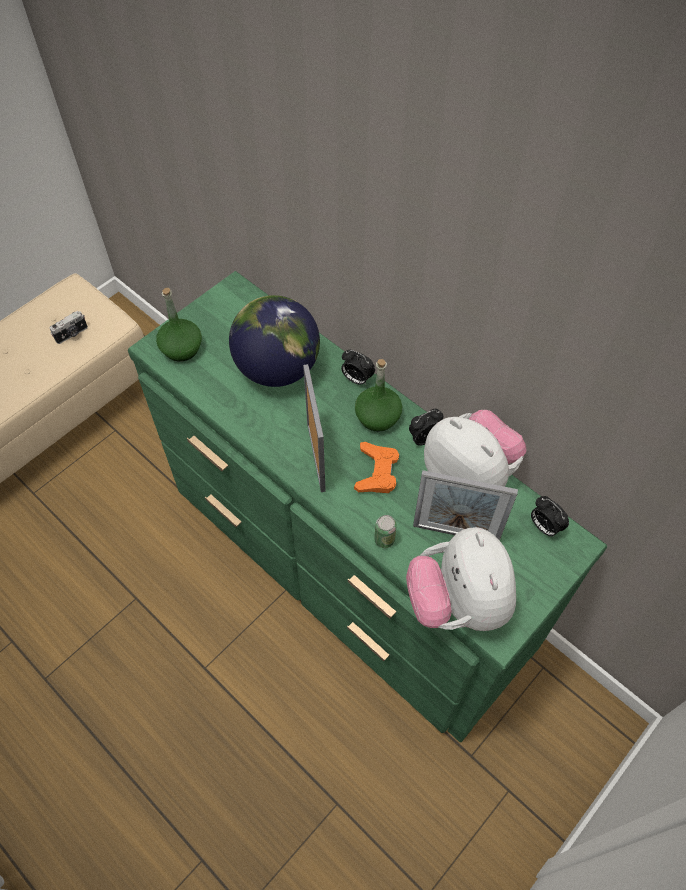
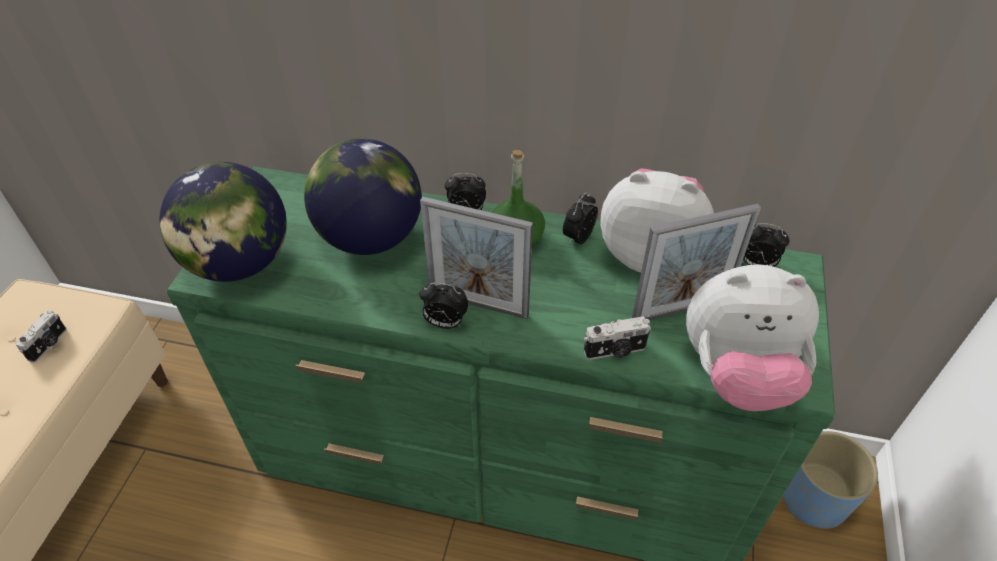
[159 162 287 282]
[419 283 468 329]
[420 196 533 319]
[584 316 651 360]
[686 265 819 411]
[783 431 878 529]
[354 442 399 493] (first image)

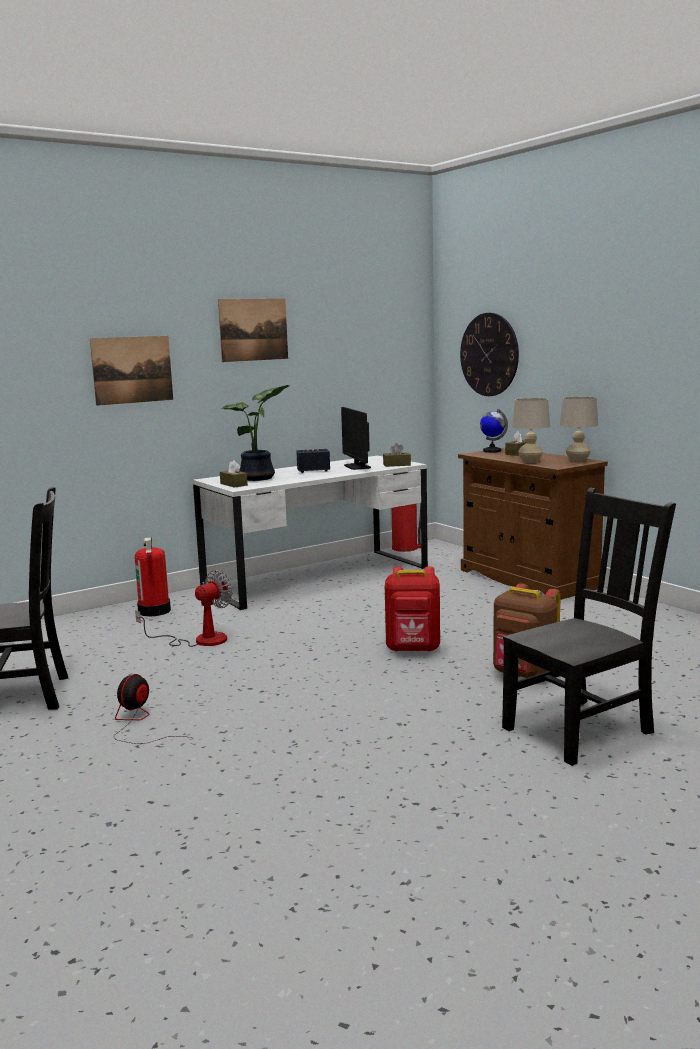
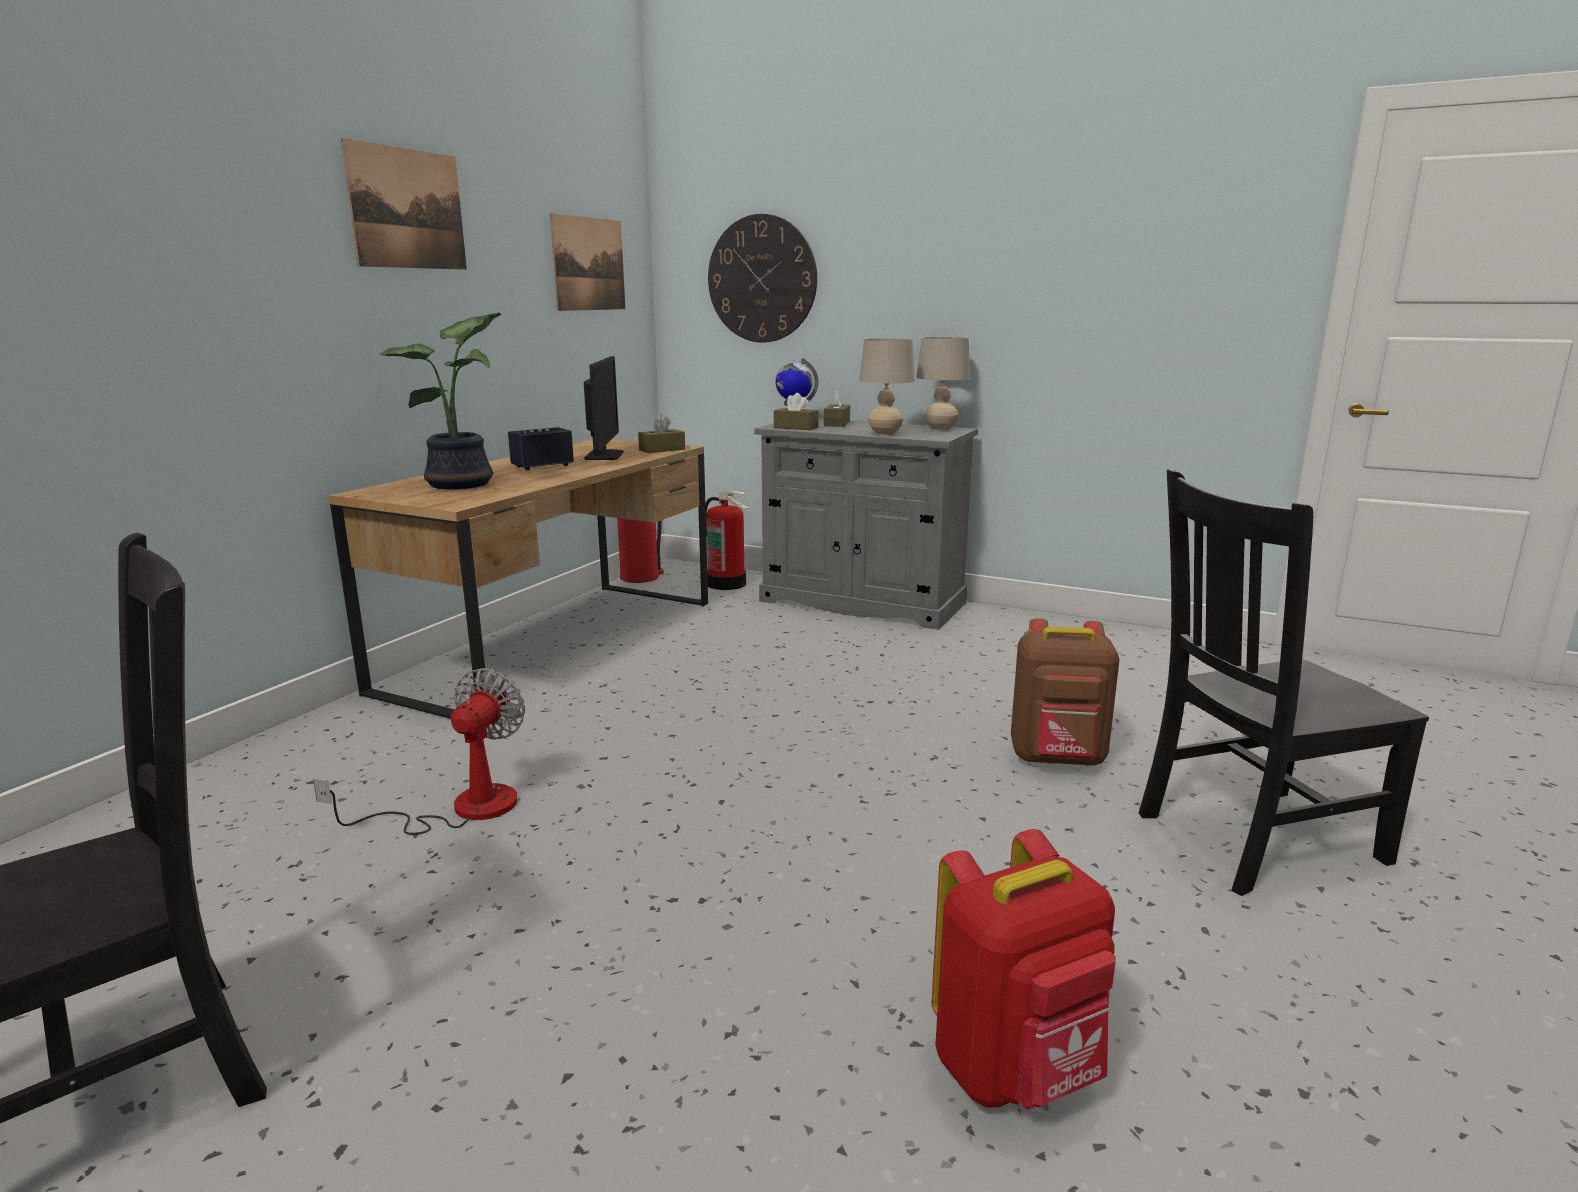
[328 439 708 719]
[550 213 625 311]
[584 356 624 460]
[705 491 749 590]
[754 419 978 630]
[774 393 819 430]
[931 829 1116 1109]
[1139 469 1429 896]
[114 674 191 744] (first image)

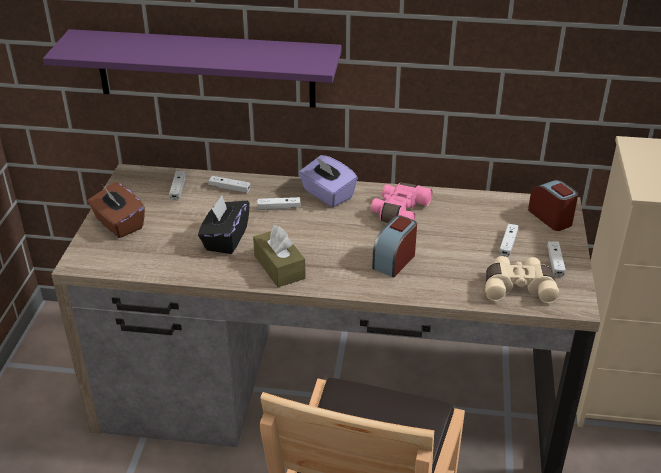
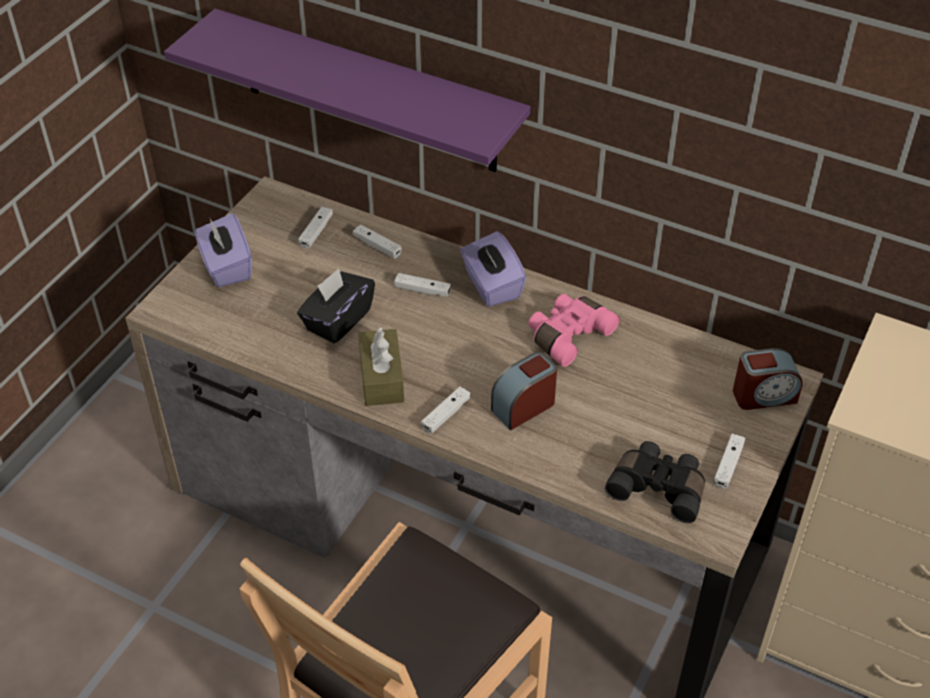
[195 213 252 287]
[421 386 471 434]
[605 441 705 523]
[733 348 803 410]

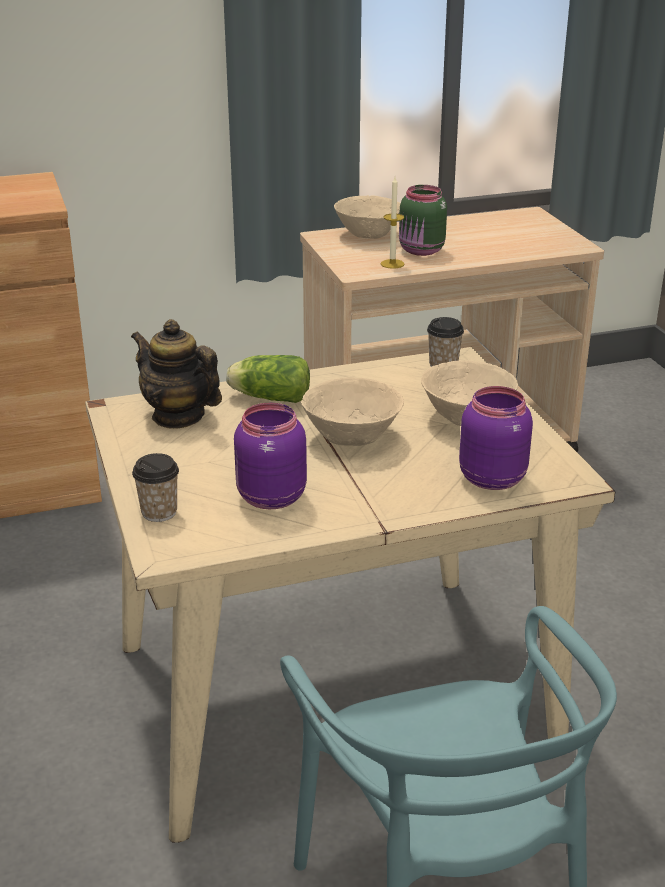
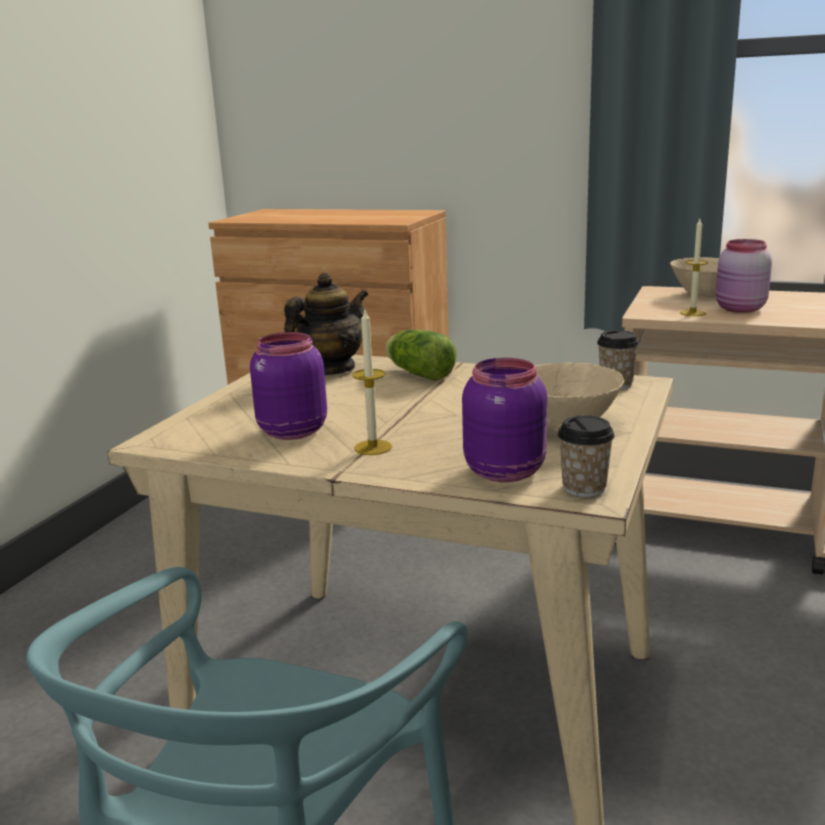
[284 272 369 375]
[352 310 392 455]
[558 415 615 497]
[716 239 772 313]
[301 377 404 446] (first image)

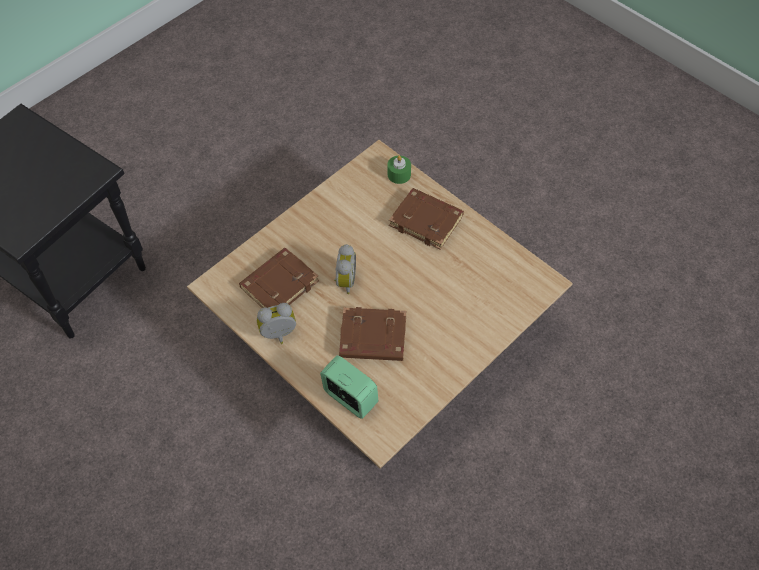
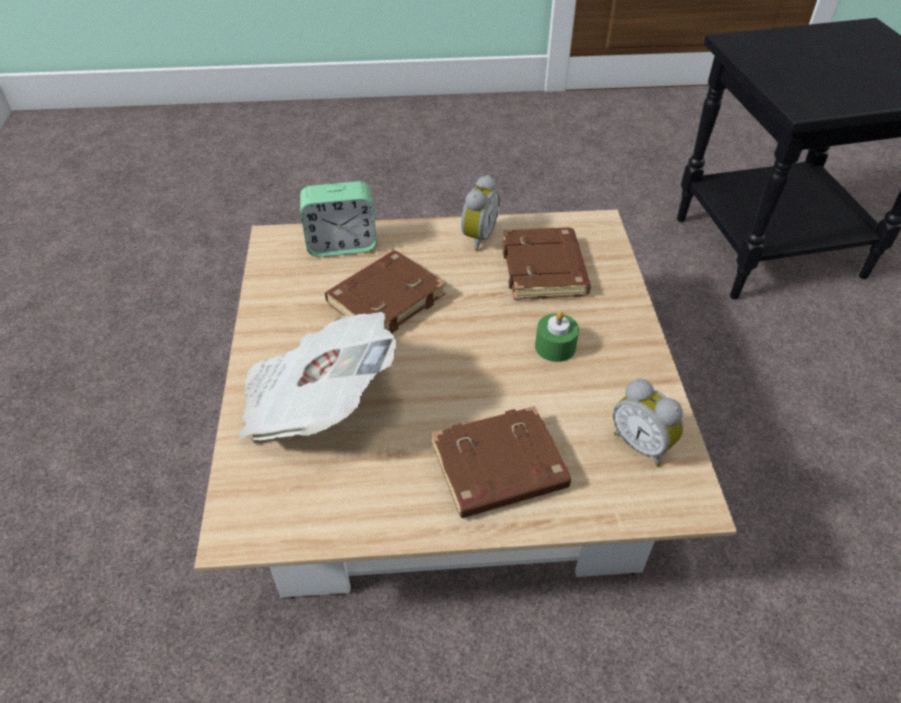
[239 312 396 440]
[535 311 579 362]
[613 379 683 466]

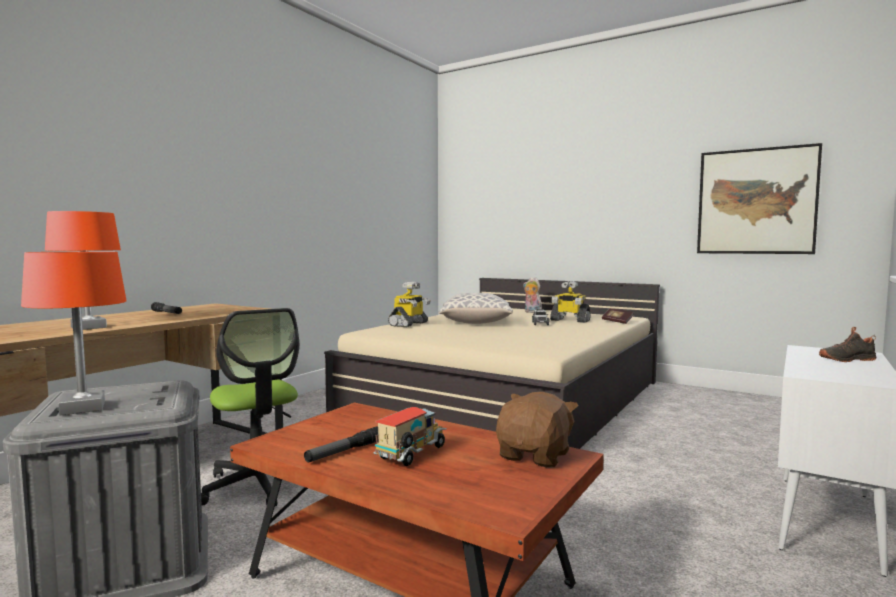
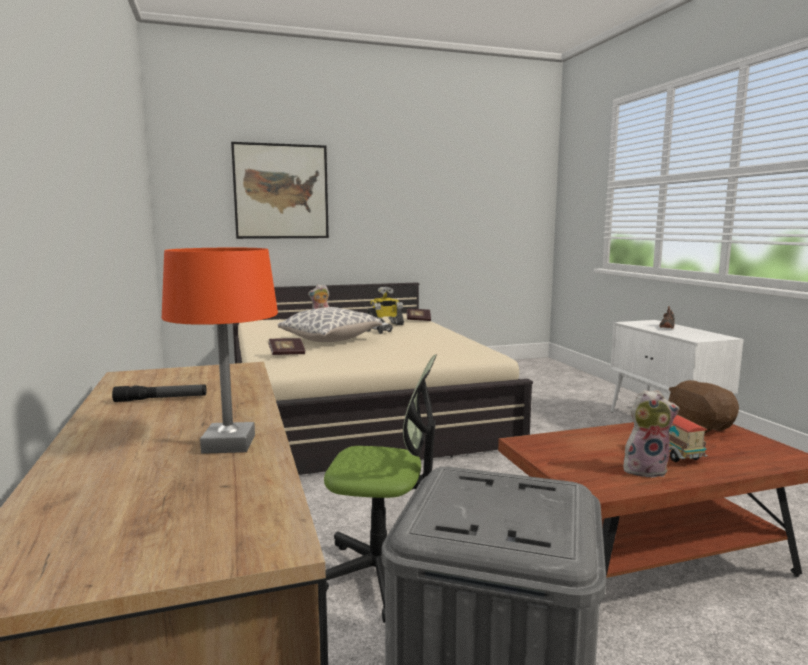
[231 142 329 239]
[268 338 305 355]
[623 389 680 478]
[21 252 127 416] (first image)

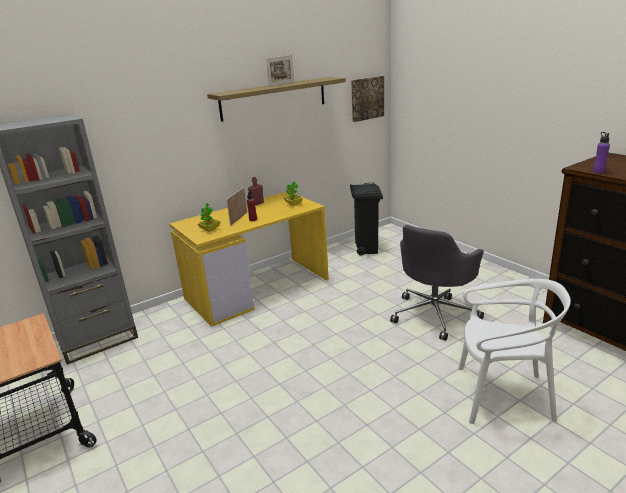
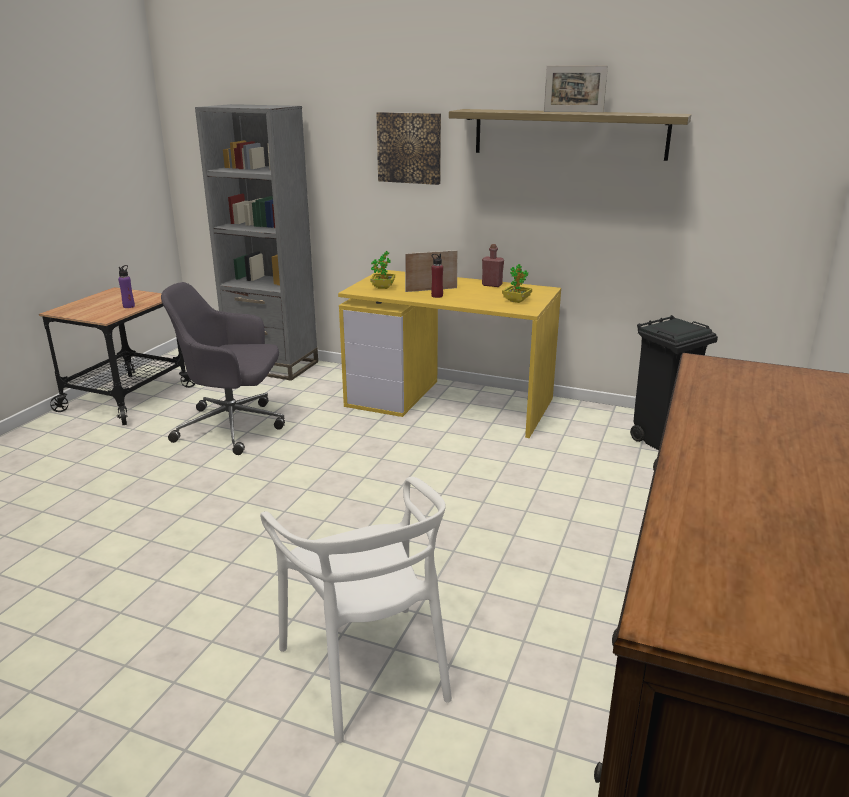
[118 265 135 308]
[161 282 285 455]
[376 112 441 185]

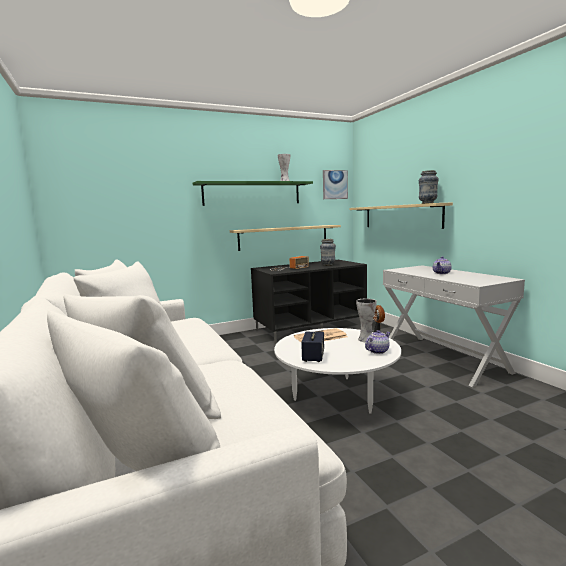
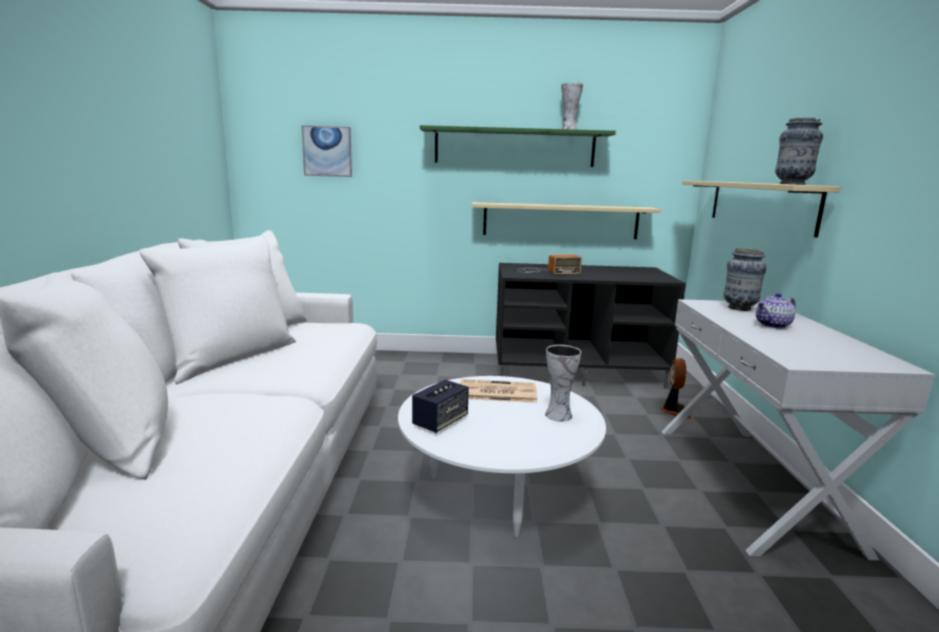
[302 126 352 177]
[723 248 767 311]
[365 330 390 354] (first image)

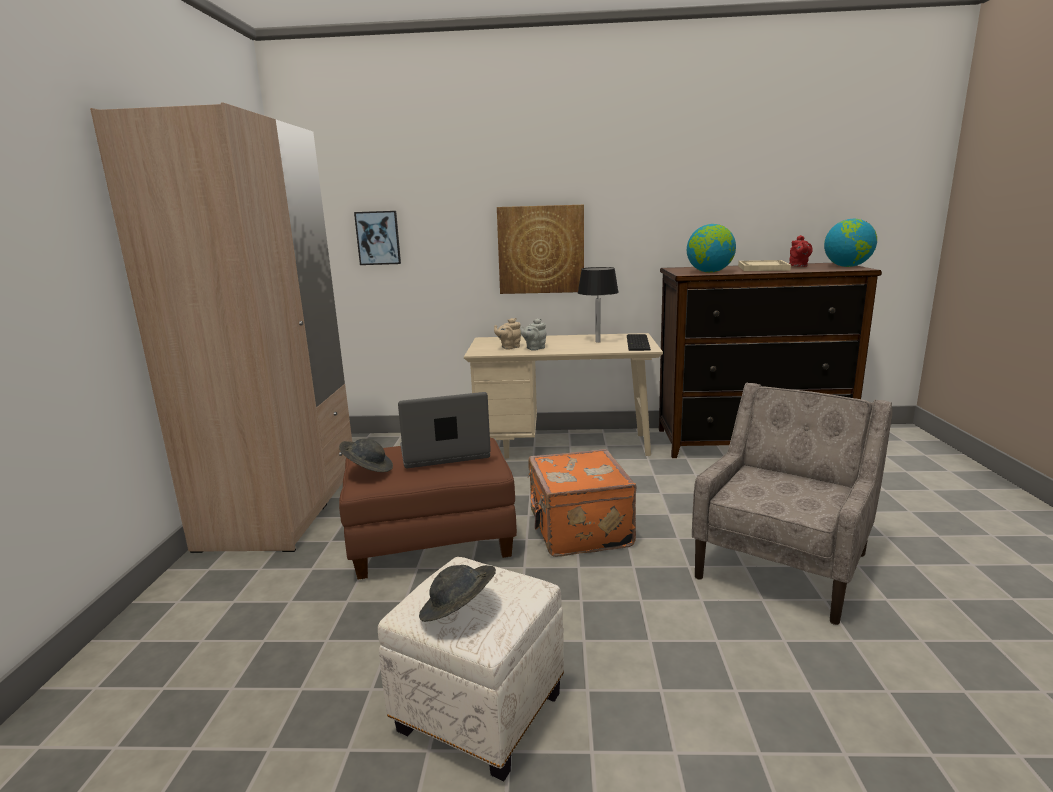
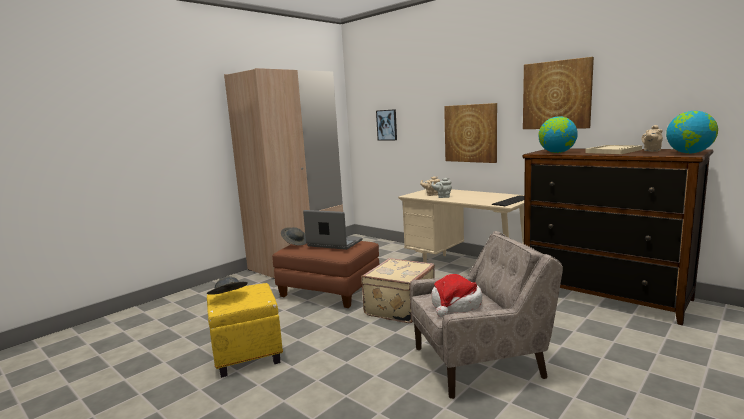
[207 283 283 378]
[361 258 435 323]
[431 274 482 318]
[523 57 594 129]
[641 125 663 152]
[578 267 619 343] (first image)

